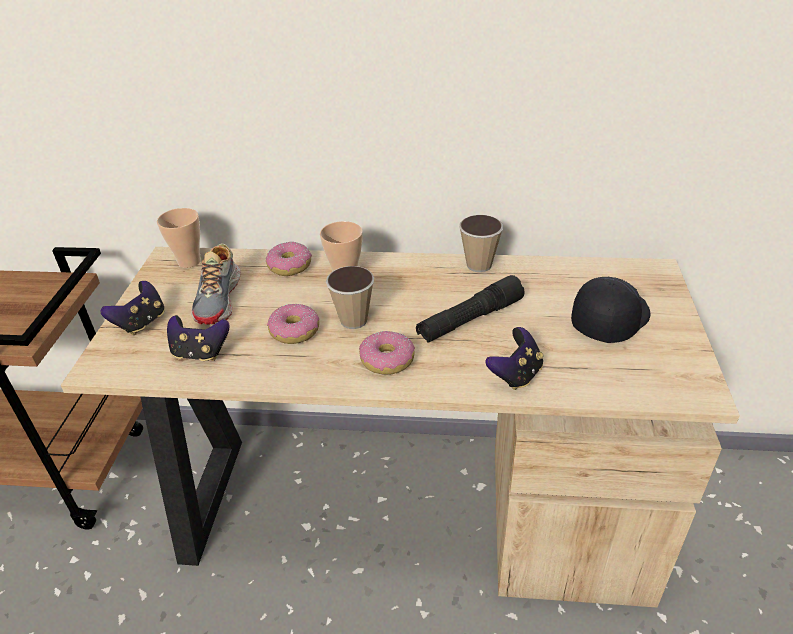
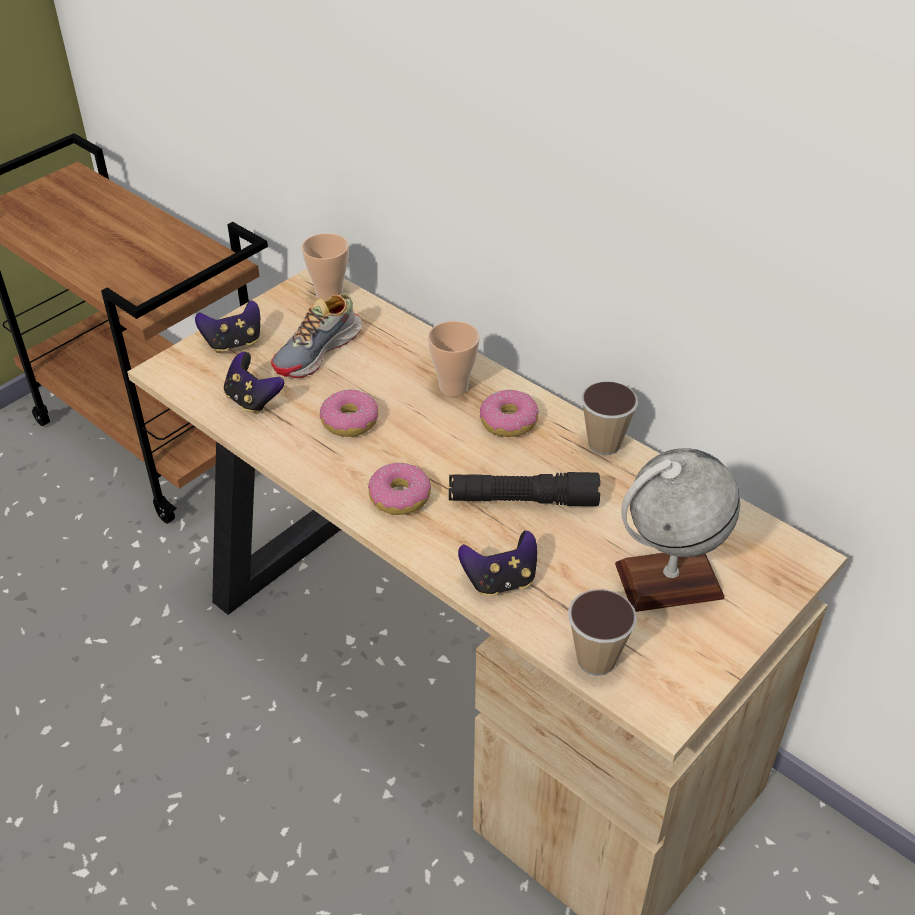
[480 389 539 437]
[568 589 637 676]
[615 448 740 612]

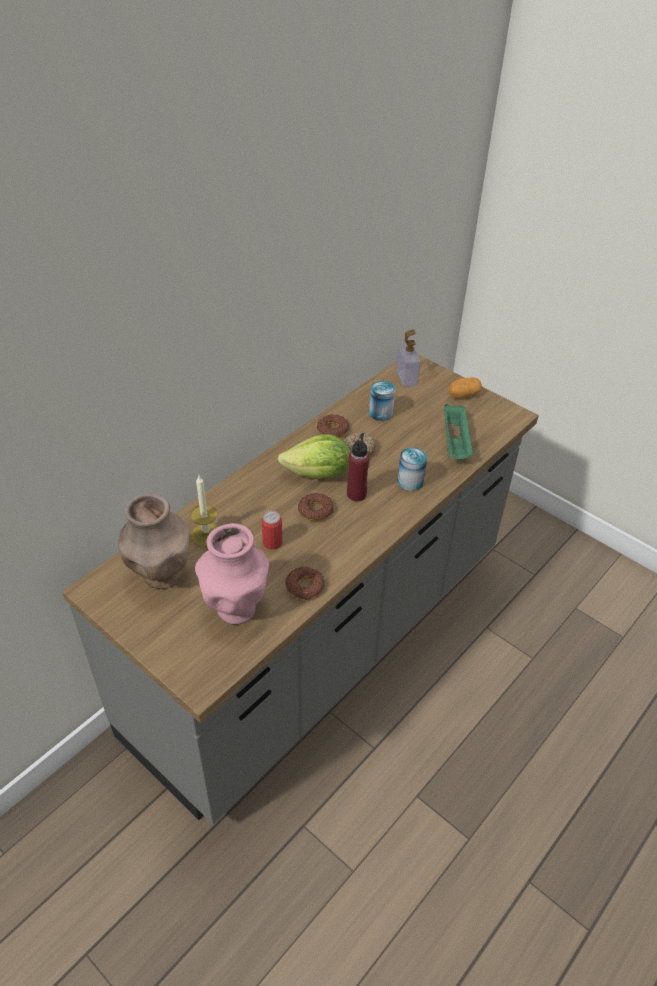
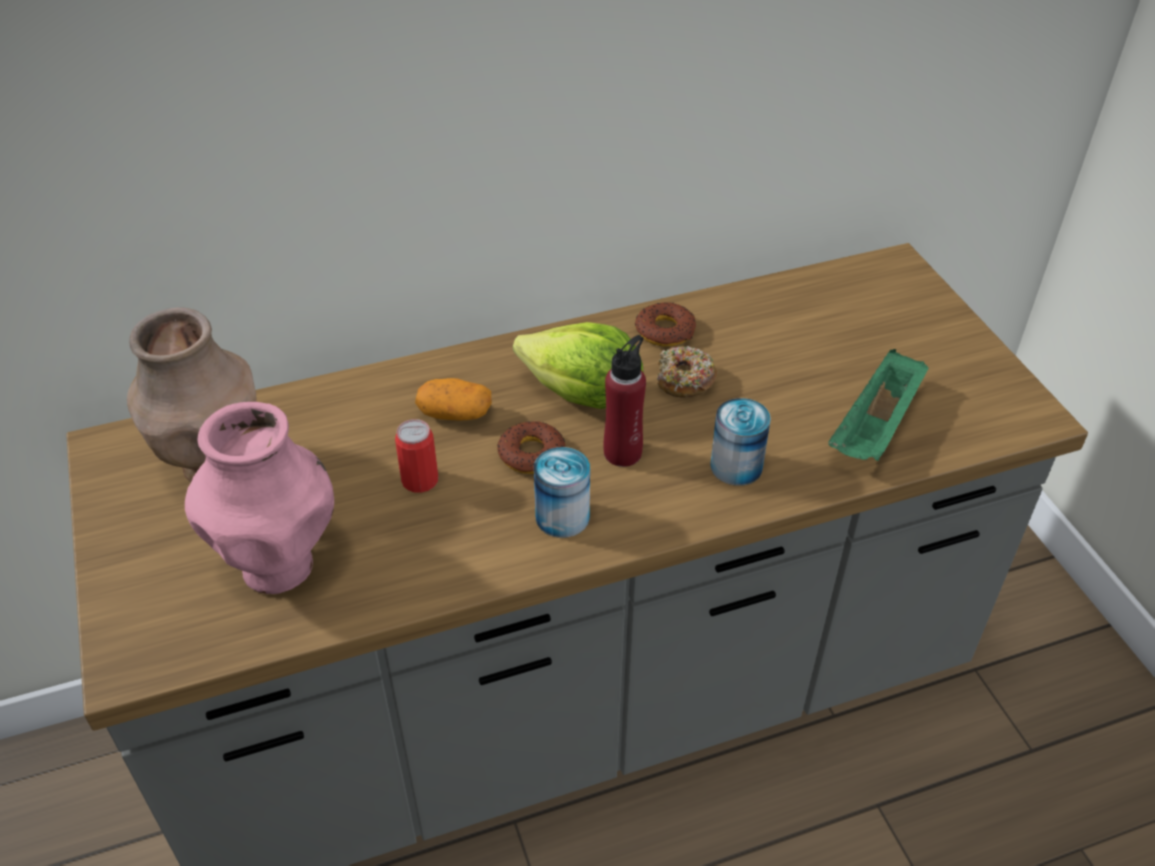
[415 378 492 421]
[534 447 590 538]
[190 476 217 547] (first image)
[285 567 325 600] (first image)
[396 329 420 387] (first image)

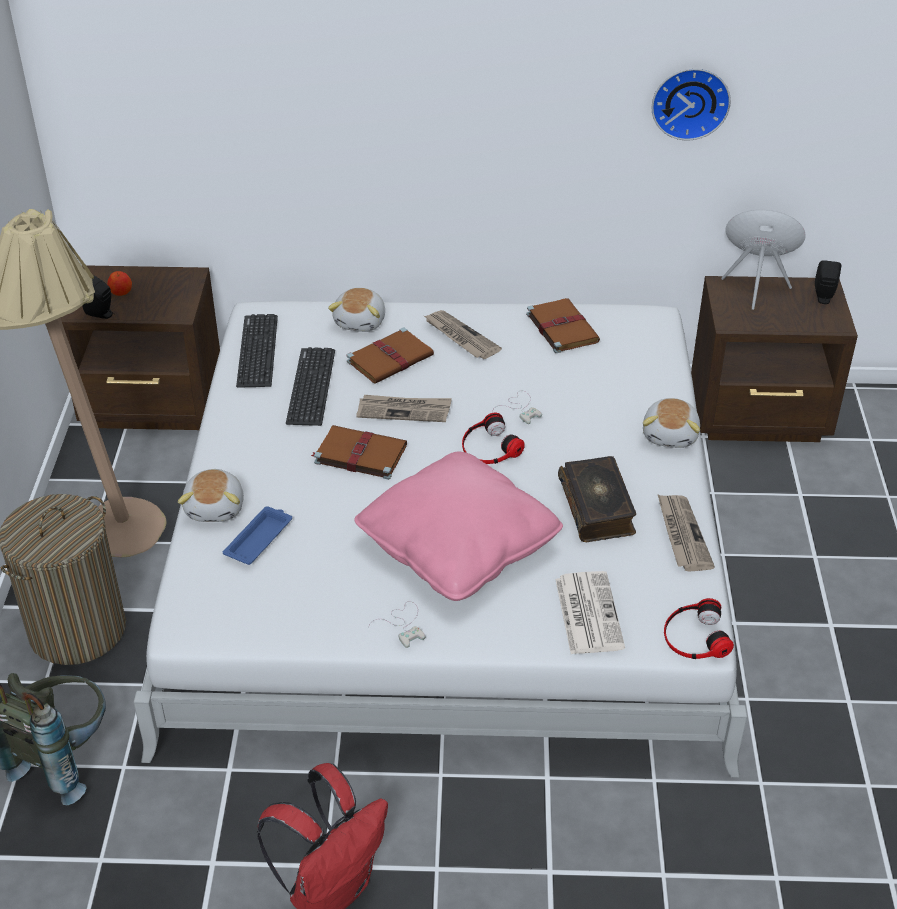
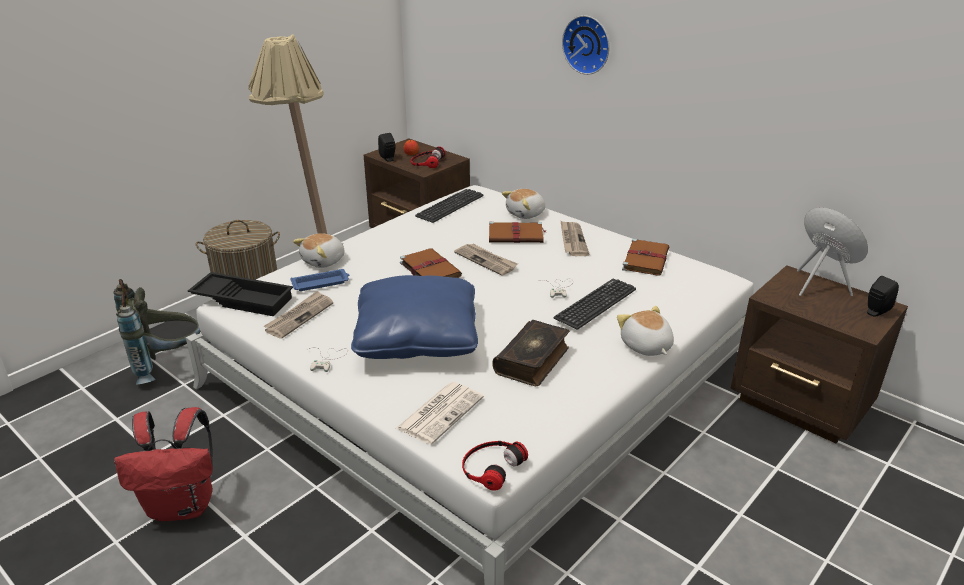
[188 272 293 316]
[264 291 333 339]
[351 275 478 359]
[411 147 445 168]
[554 279 636 329]
[562 15 610 75]
[617 306 674 356]

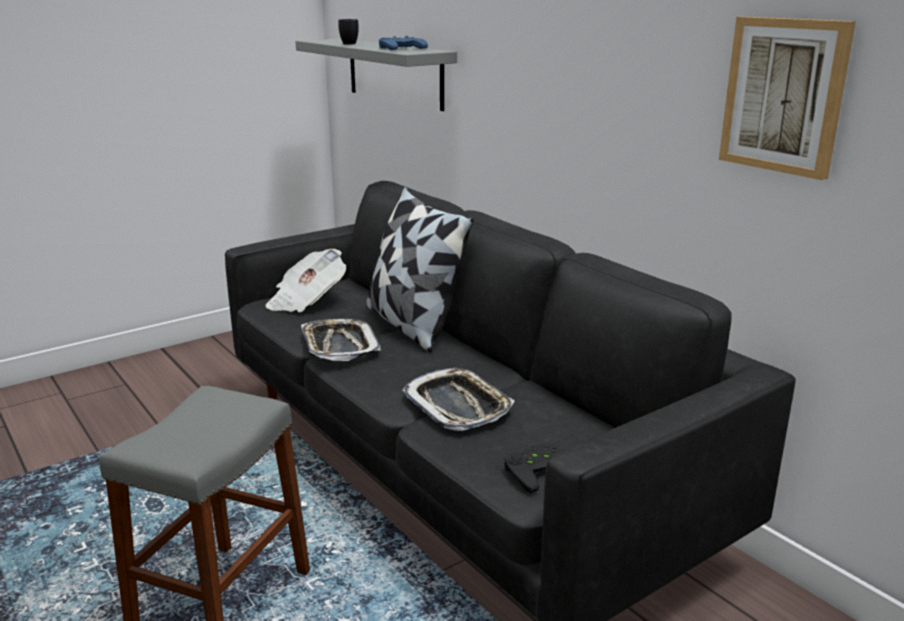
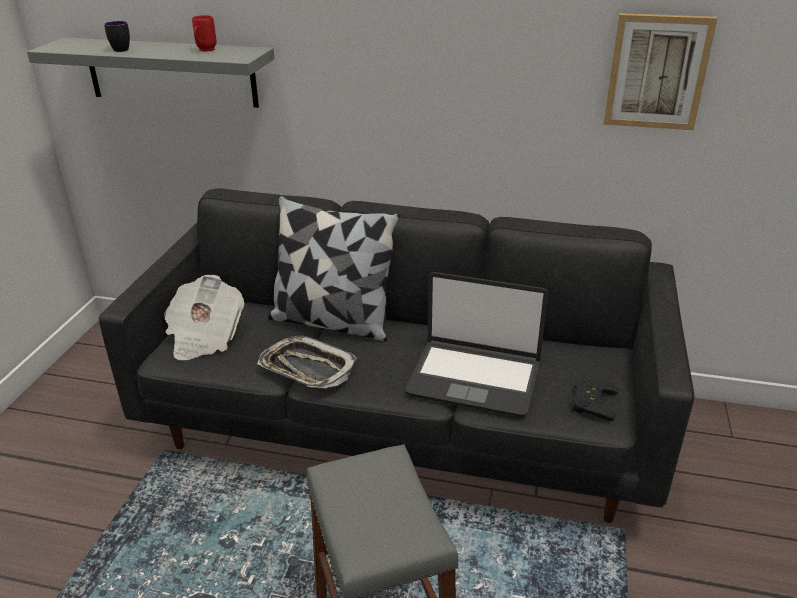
[192 15 217 51]
[406 272 548 417]

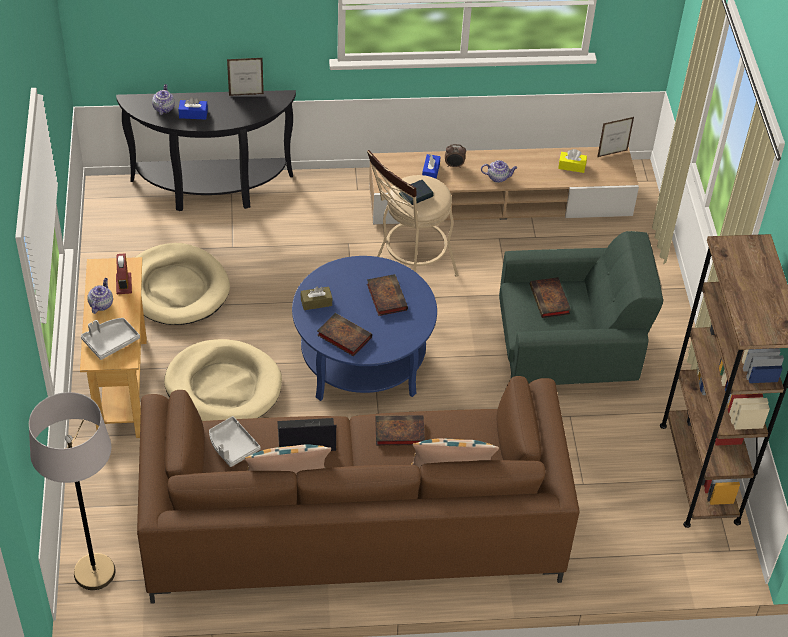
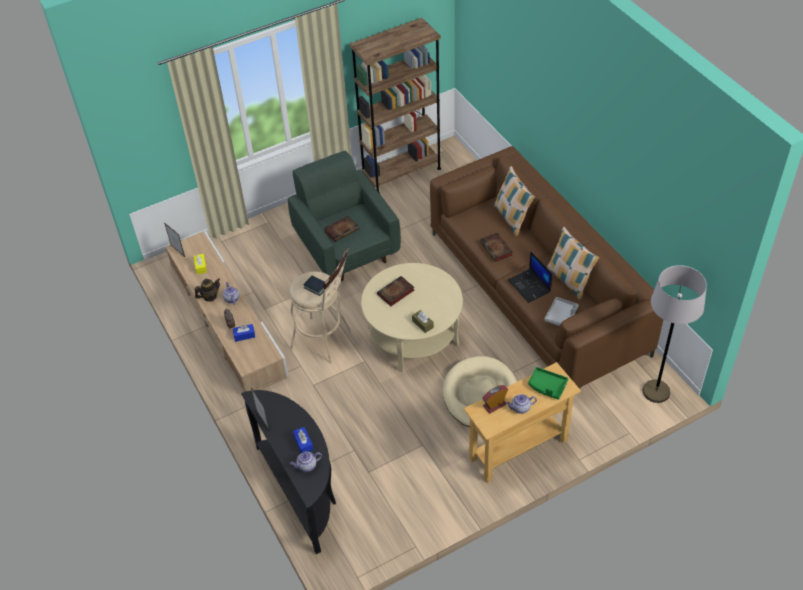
[195 278 220 302]
[361 263 463 372]
[528 367 568 400]
[136 243 230 325] (first image)
[317 313 372 356] (first image)

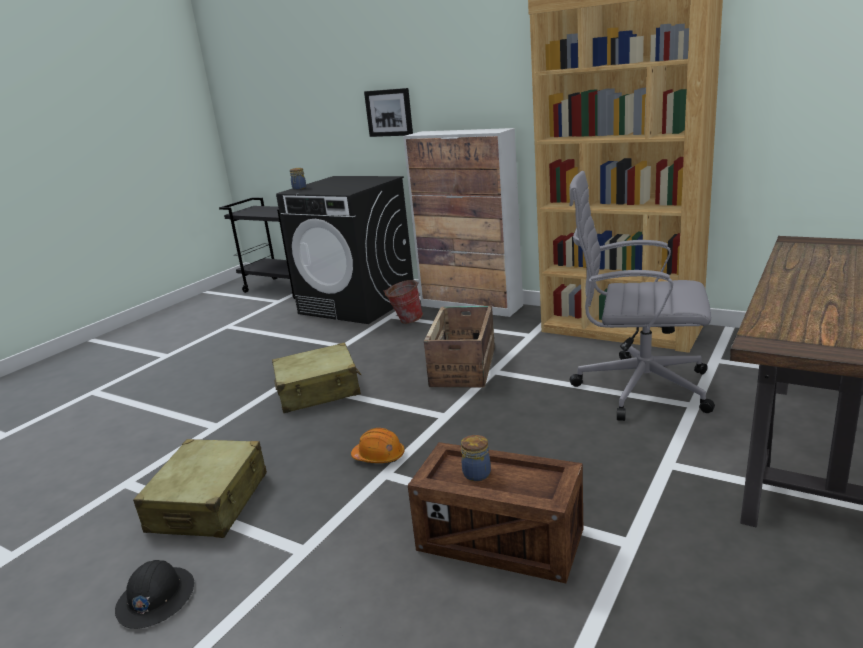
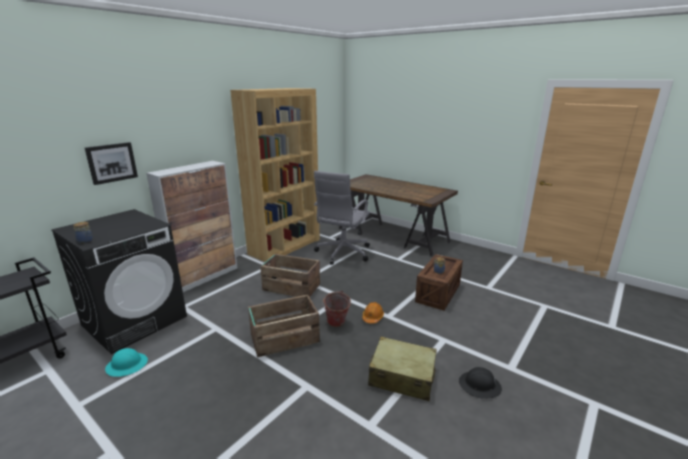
[105 348 148 377]
[248 295 320 358]
[322 291 351 327]

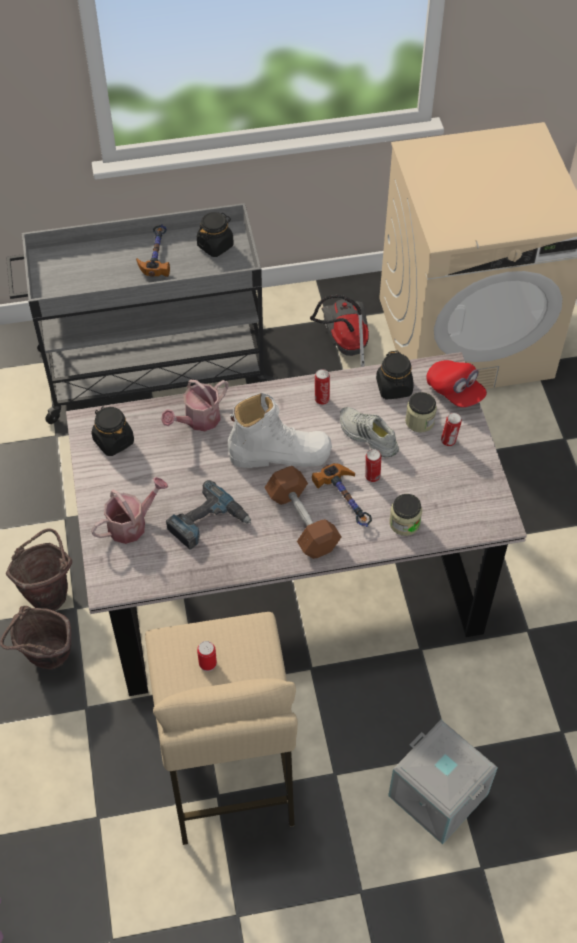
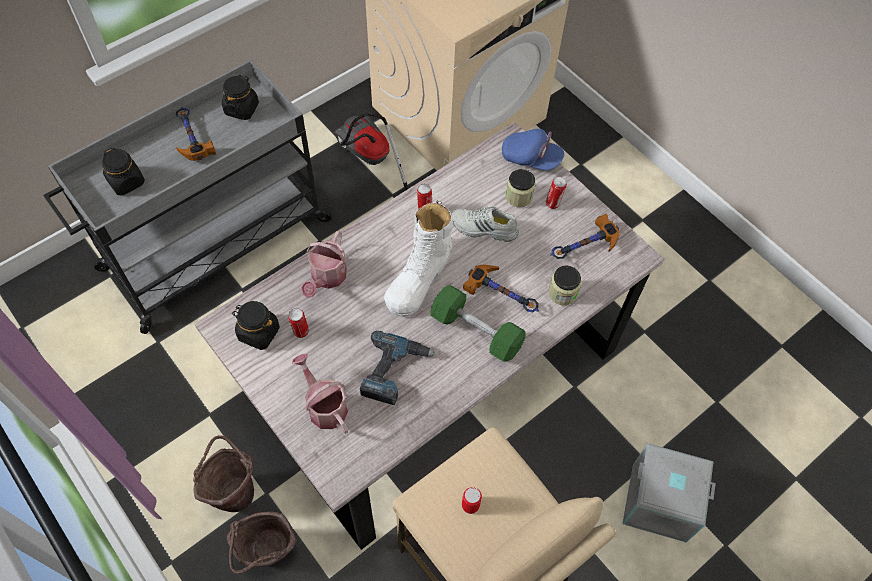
[102 148 145 195]
[288 308 309 338]
[292 354 348 434]
[384 201 453 317]
[430 285 525 362]
[502 129 564 170]
[550 214 620 259]

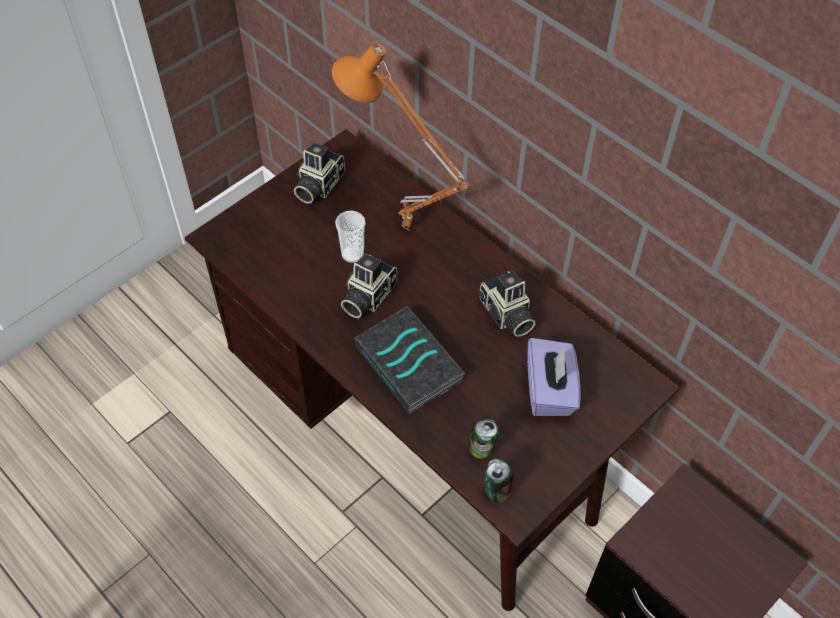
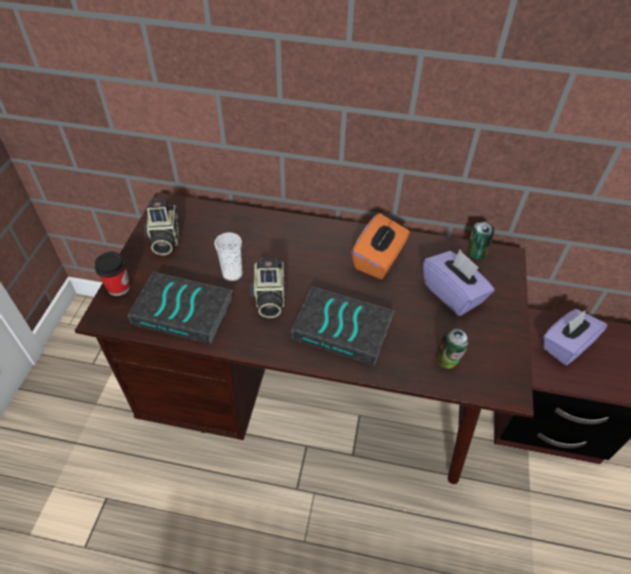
[95 251 130 296]
[128 272 233 344]
[352 213 410 279]
[469 222 494 259]
[543 309 607 365]
[332 43 470 231] (first image)

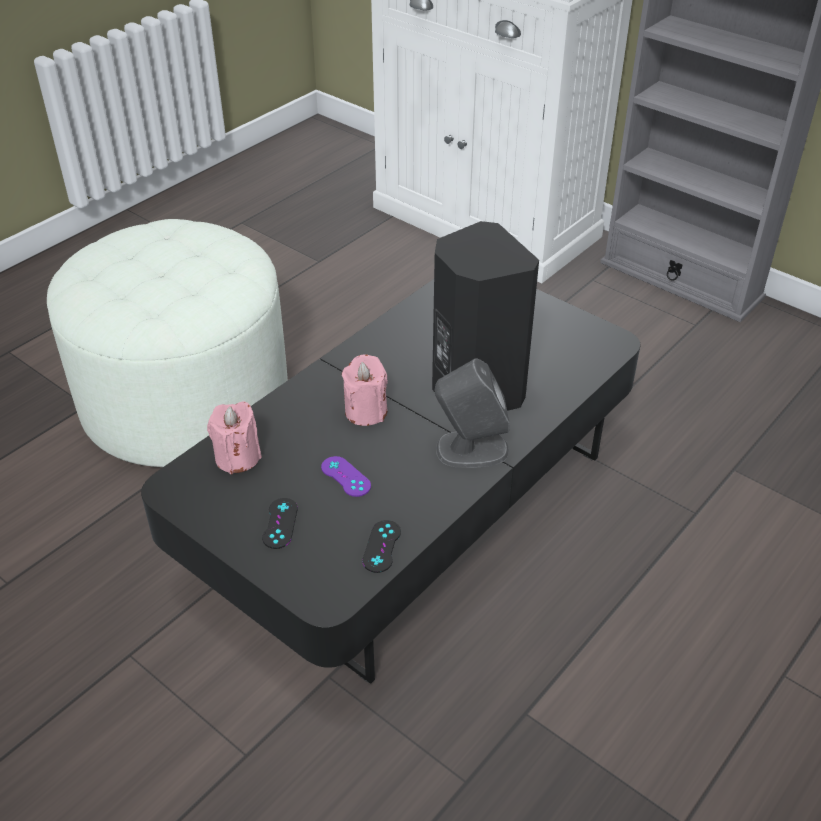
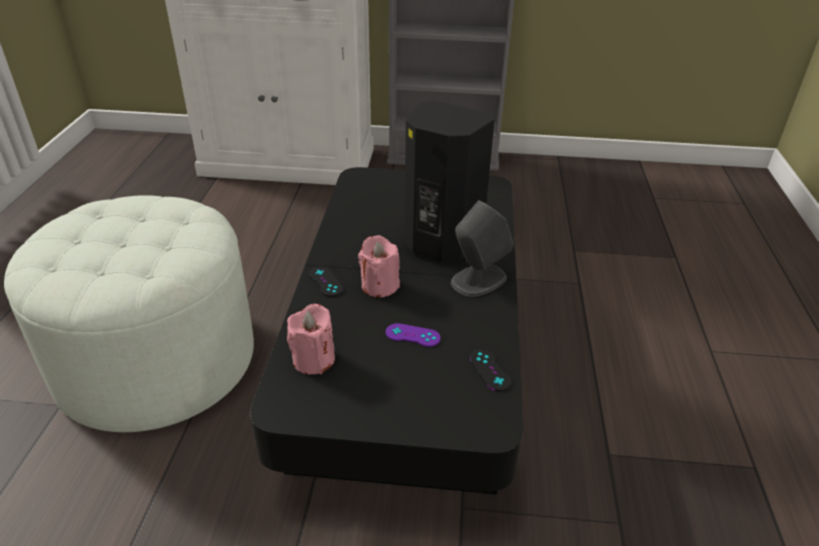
[309 267 343 297]

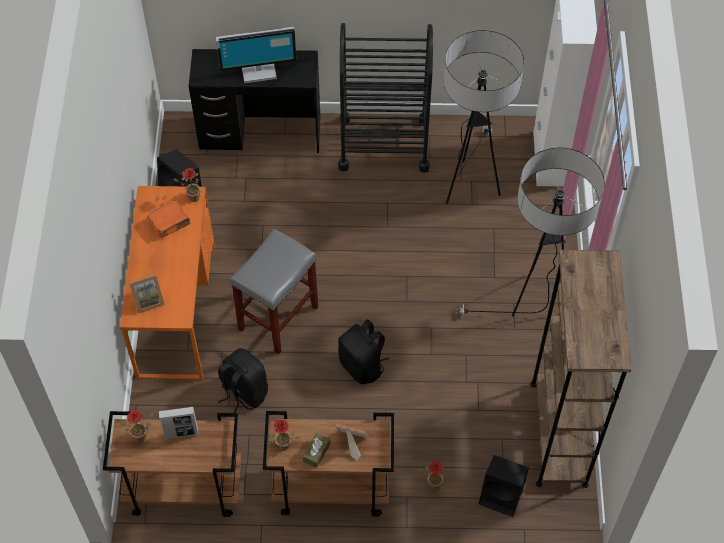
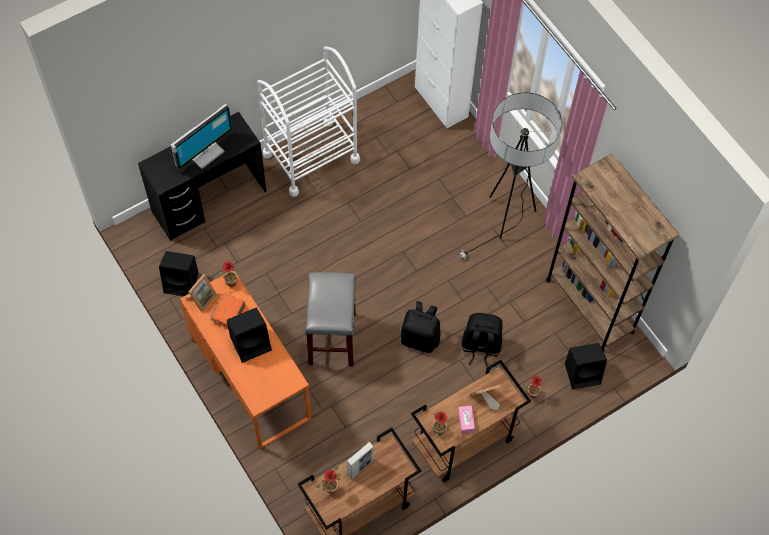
[186 274 217 312]
[227 308 272 363]
[257 46 360 197]
[458 406 475 434]
[462 313 503 368]
[444 30 524 204] (first image)

